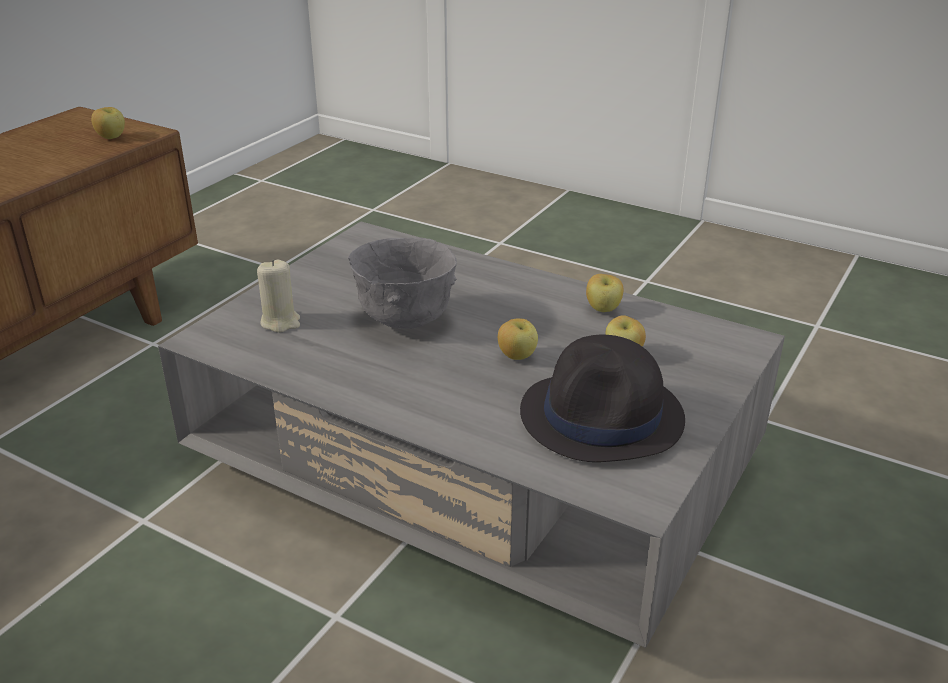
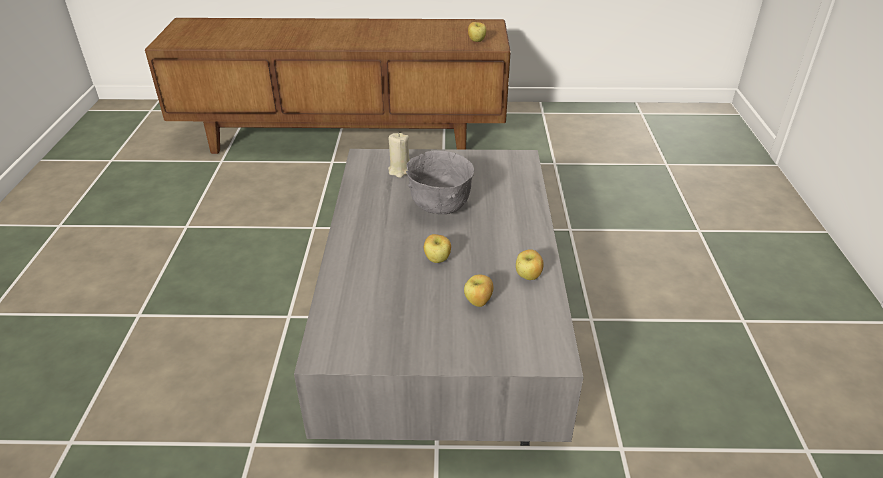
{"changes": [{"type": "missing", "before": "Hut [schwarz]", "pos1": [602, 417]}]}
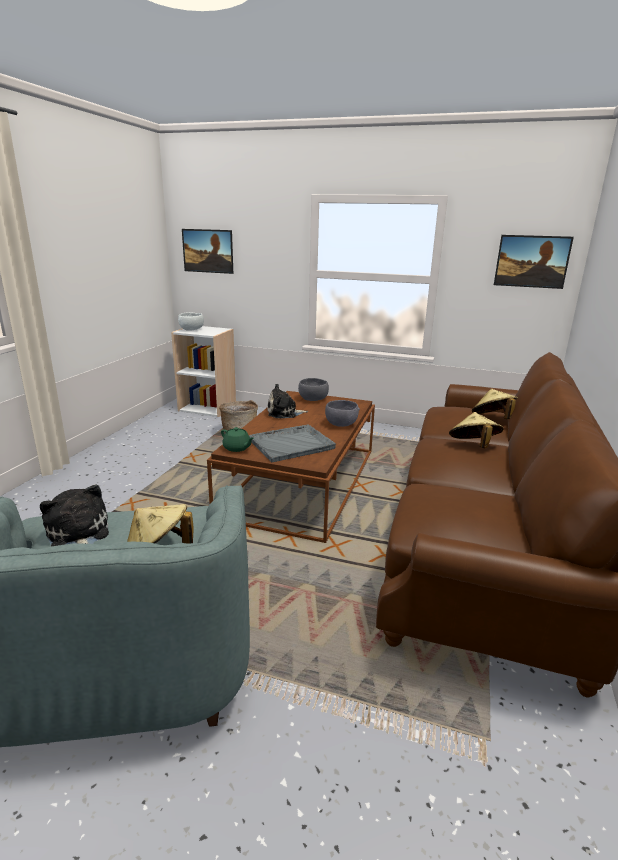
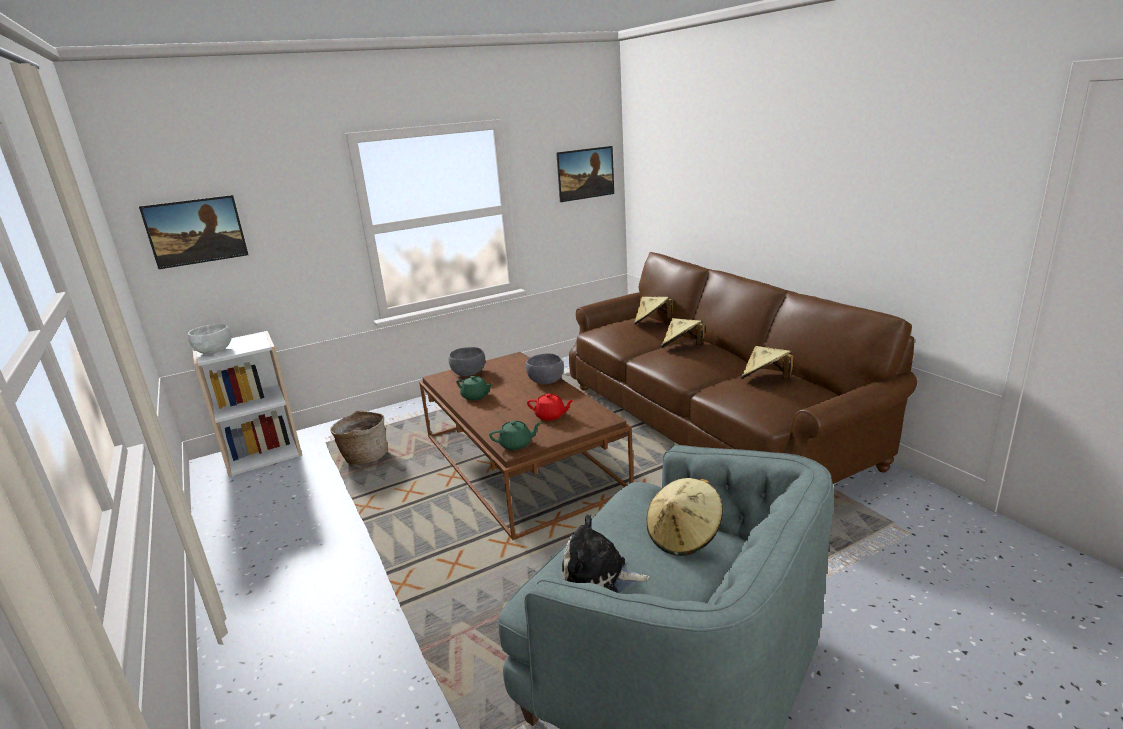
{"changes": [{"type": "exchanged", "before": "Plüschtier", "after": "Teekanne [grün]", "pos1": [284, 413], "pos2": [475, 396]}, {"type": "exchanged", "before": "Tablett [grau]", "after": "Teekanne [rot]", "pos1": [292, 444], "pos2": [550, 416]}, {"type": "appeared", "after": "Hut [beige]", "pos2": [765, 381]}]}
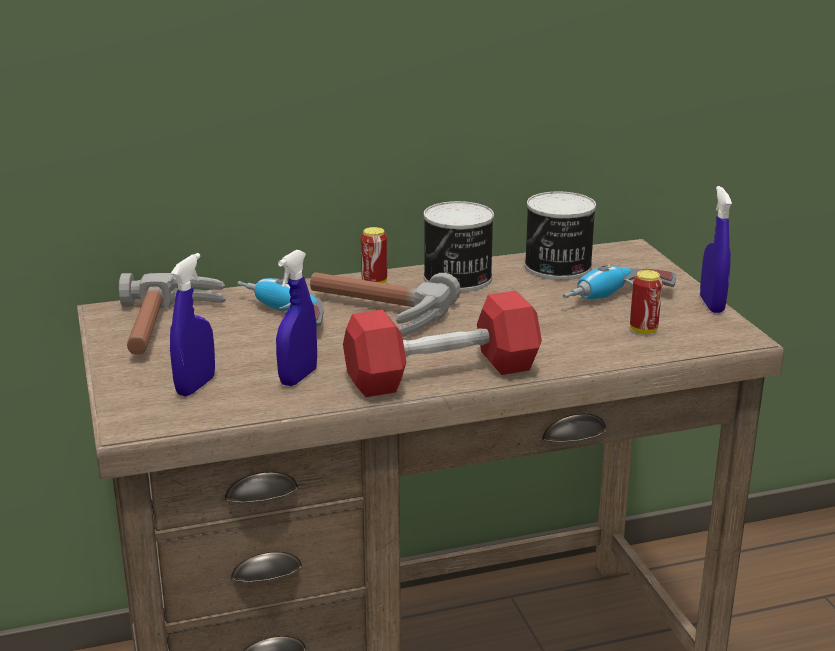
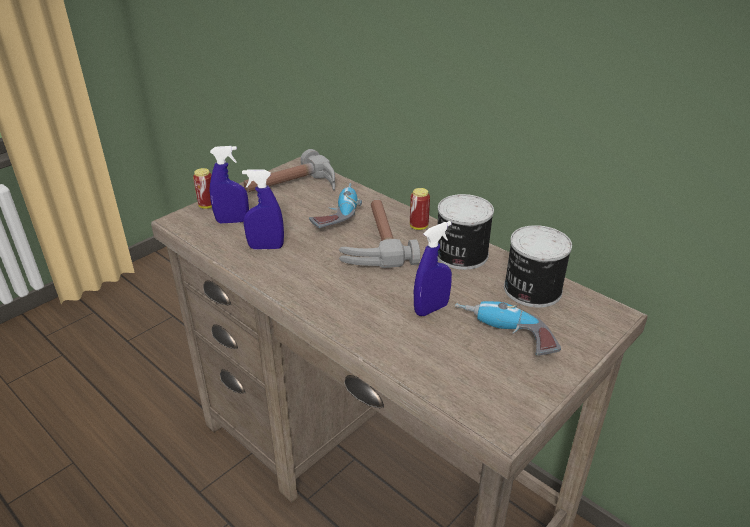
{"changes": [{"type": "relocated", "before": "Dose", "pos1": [643, 330], "pos2": [207, 205]}, {"type": "relocated", "before": "Sprühflasche [blau]", "pos1": [711, 304], "pos2": [431, 309]}, {"type": "missing", "before": "Hantel [rot]", "pos1": [442, 374]}]}
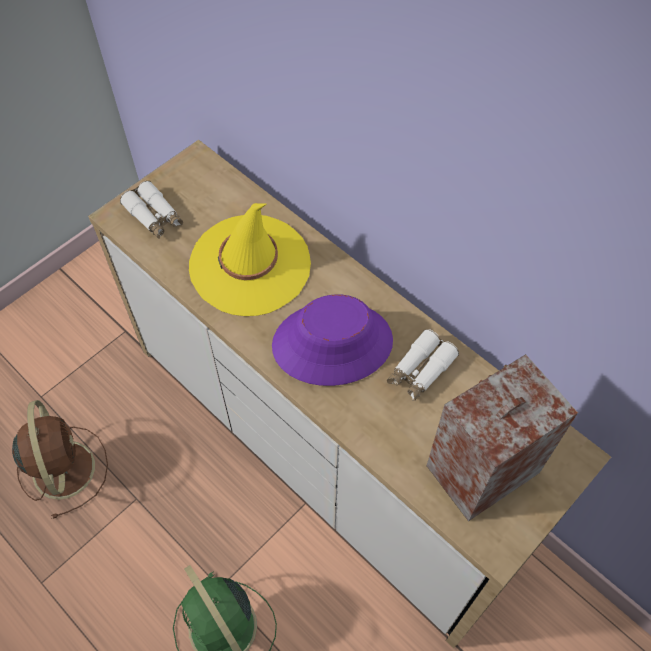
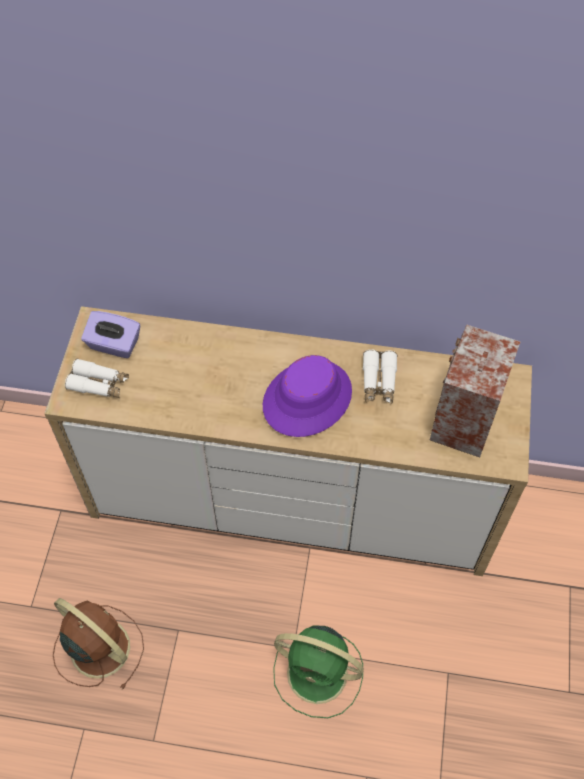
{"changes": [{"type": "appeared", "after": "Taschentuchbox [lila]", "pos2": [114, 345]}, {"type": "missing", "before": "Hut [gelb]", "pos1": [250, 265]}]}
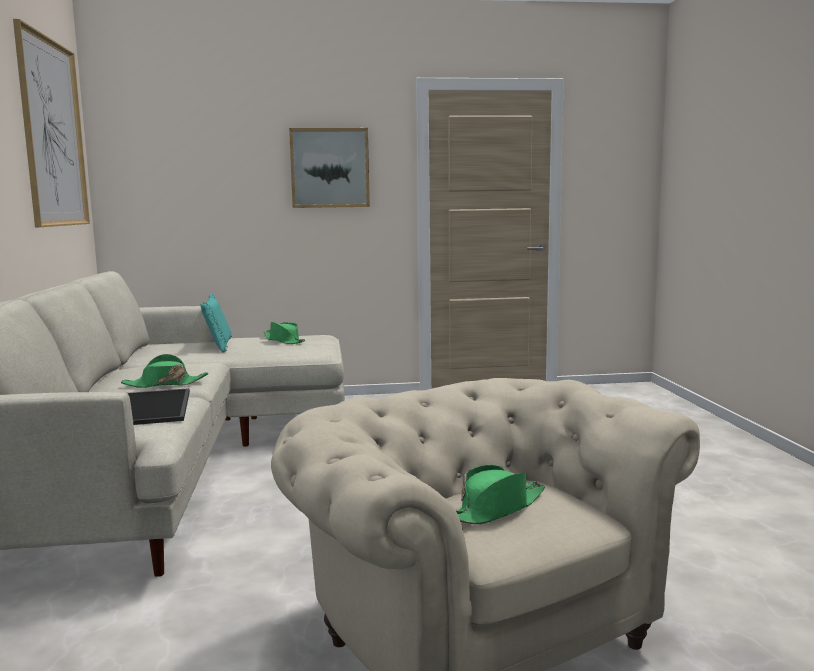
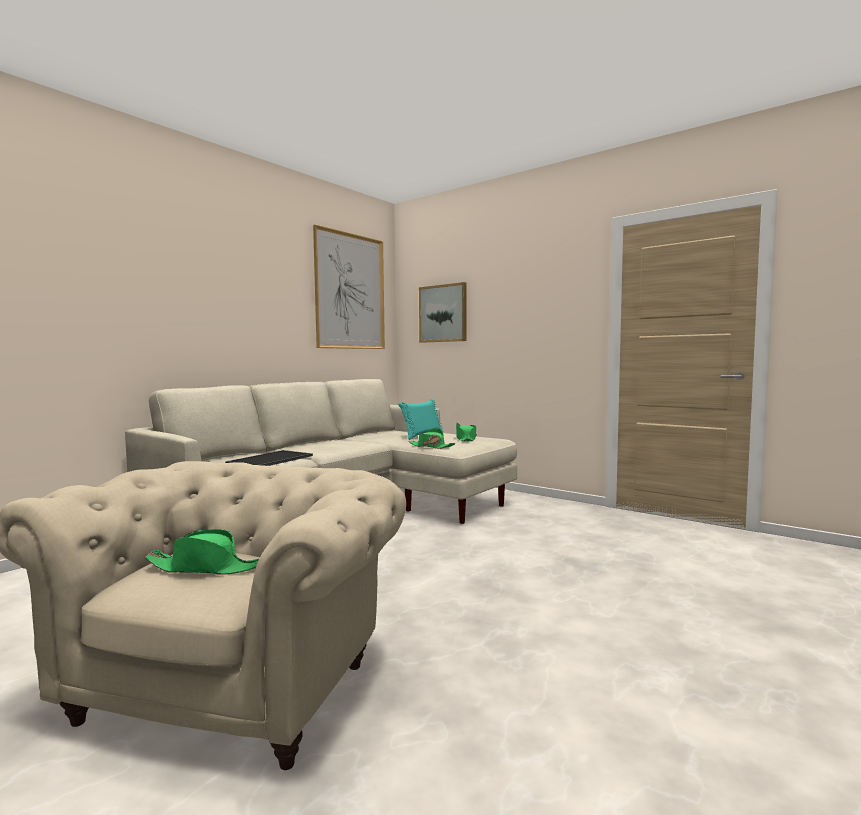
{"changes": [{"type": "relocated", "before": "Hut [grün]", "pos1": [165, 384], "pos2": [431, 447]}, {"type": "relocated", "before": "Bild", "pos1": [330, 168], "pos2": [443, 313]}]}
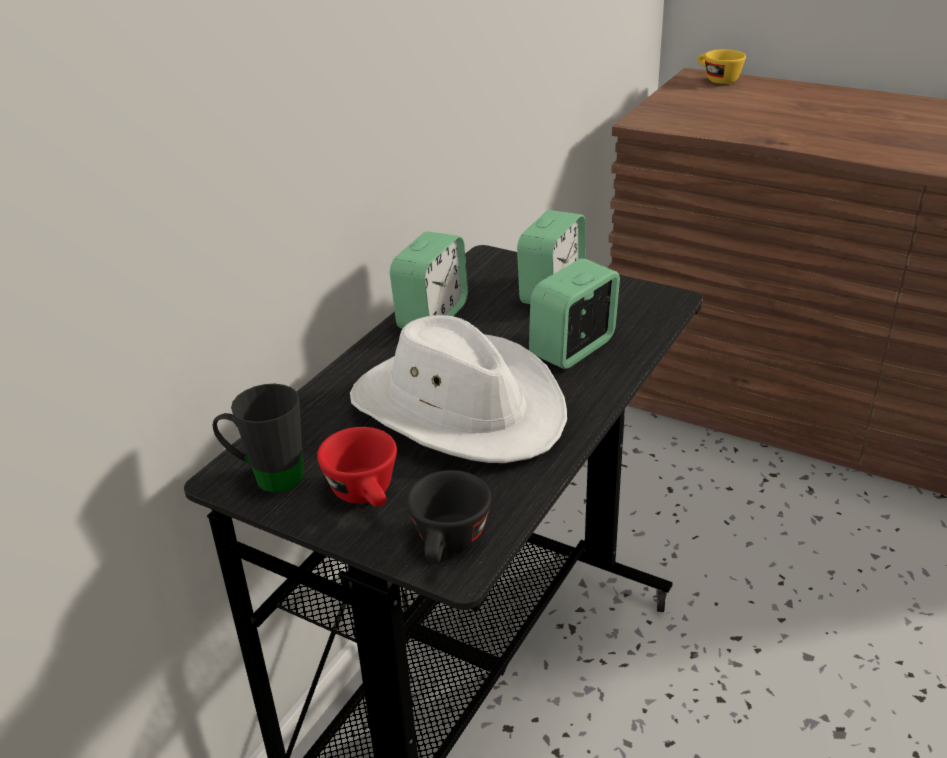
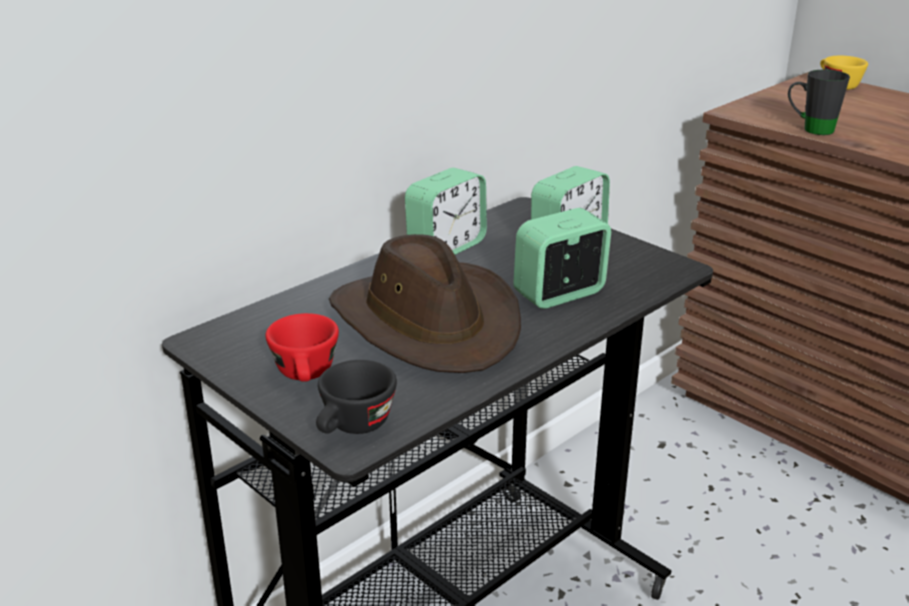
{"changes": [{"type": "colour", "before": "Hut [weiß]", "after": "Hut [braun]", "pos1": [460, 407], "pos2": [428, 322]}, {"type": "relocated", "before": "Henkelbecher [schwarz]", "pos1": [267, 477], "pos2": [810, 129]}]}
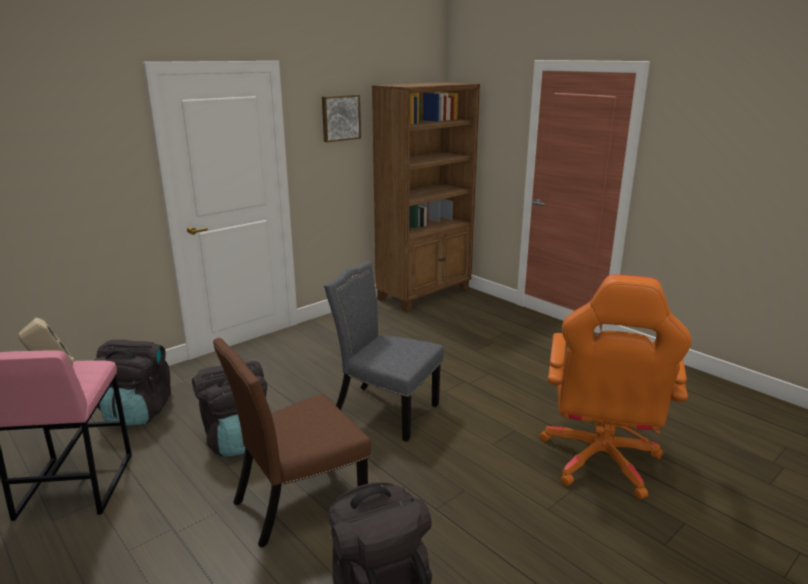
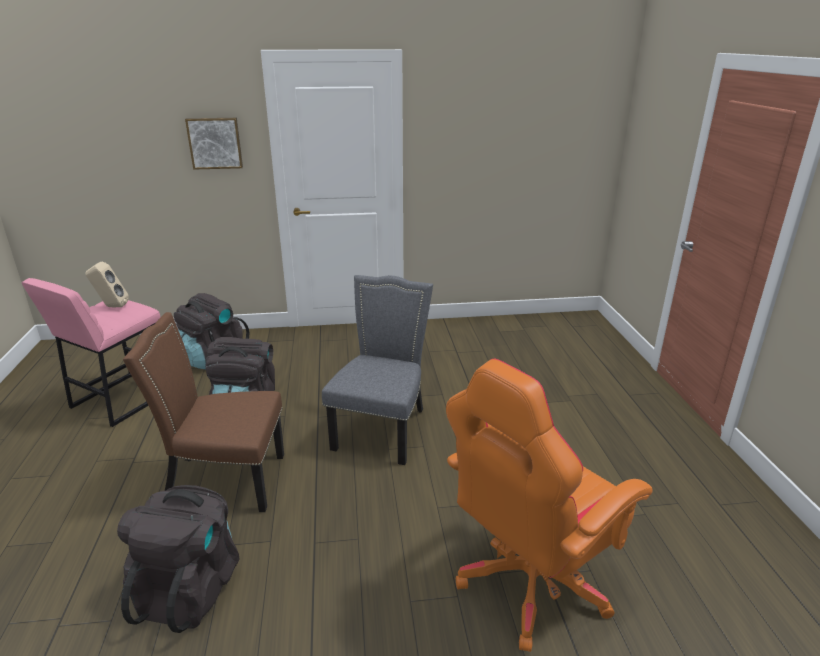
{"changes": [{"type": "relocated", "before": "Bild", "pos1": [340, 118], "pos2": [215, 143]}, {"type": "spun", "before": "Stuhl [grau]", "pos1": [387, 411], "pos2": [381, 431], "turn": 45}, {"type": "missing", "before": "Bücherregal [braun]", "pos1": [425, 294]}]}
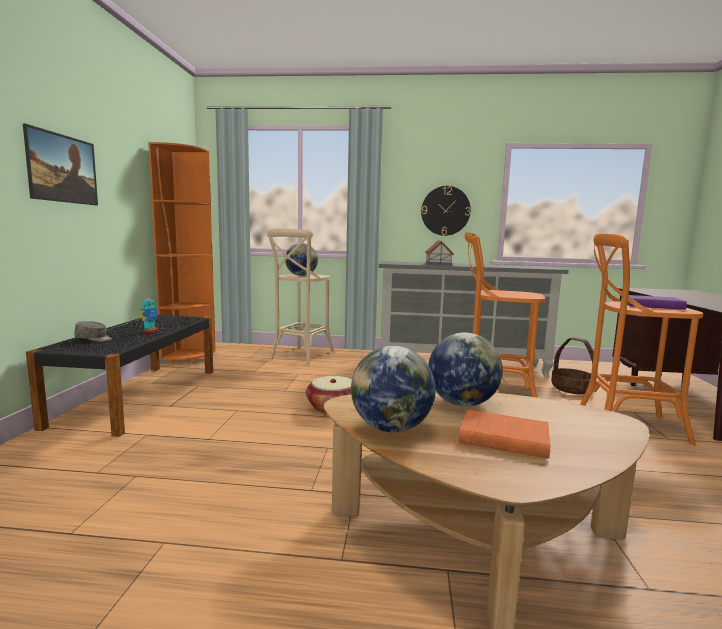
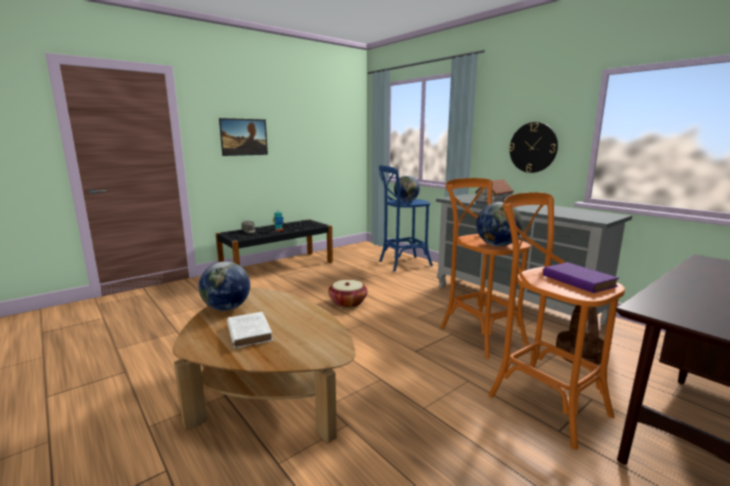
{"changes": [{"type": "colour", "before": "Buch [orange]", "after": "Buch [weiß]", "pos1": [501, 438], "pos2": [249, 332]}, {"type": "colour", "before": "Hocker [beige]", "after": "Hocker [blau]", "pos1": [301, 356], "pos2": [402, 264]}, {"type": "relocated", "before": "Globus", "pos1": [462, 403], "pos2": [497, 245]}, {"type": "missing", "before": "Bücherregal [orange]", "pos1": [188, 360]}]}
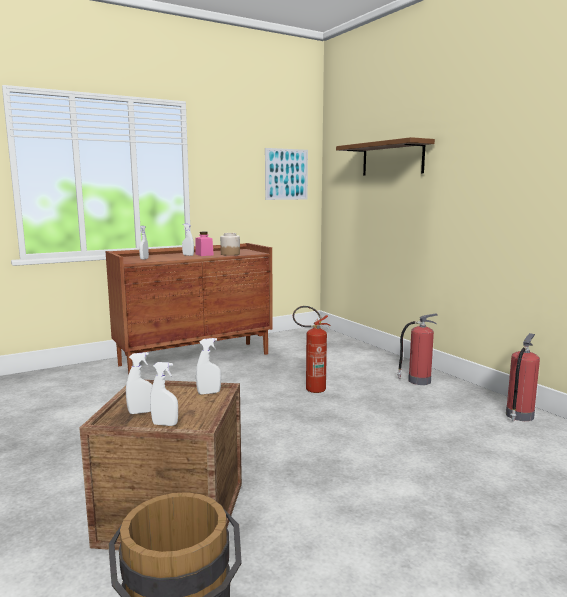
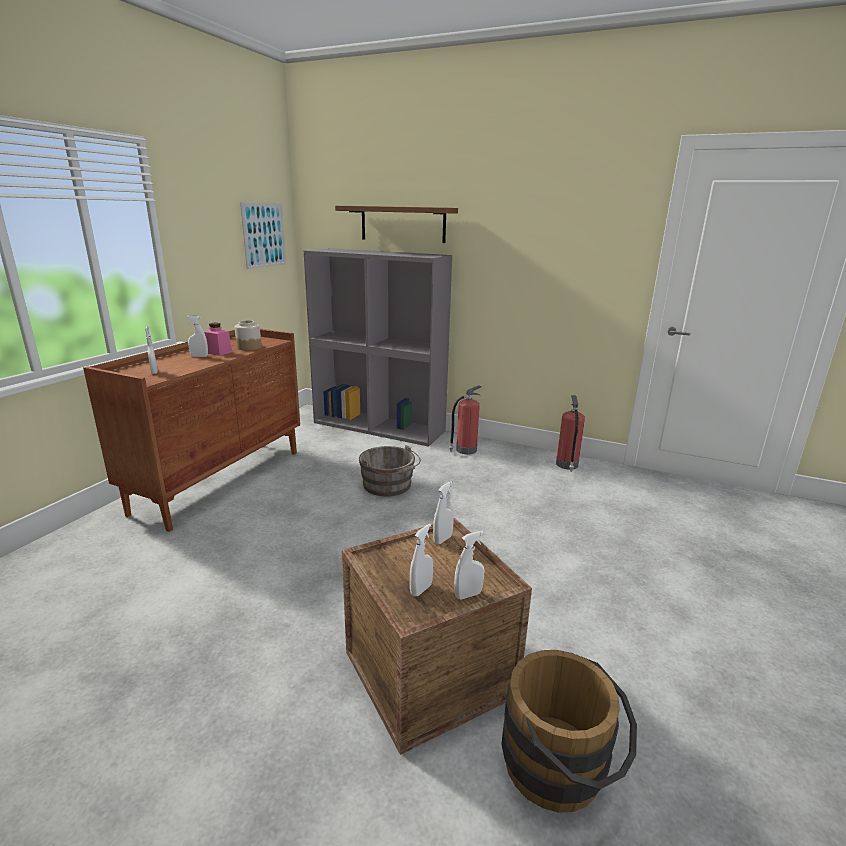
{"changes": [{"type": "appeared", "after": "Bücherregal [grau]", "pos2": [380, 427]}, {"type": "exchanged", "before": "Feuerlöscher", "after": "Eimer [grau]", "pos1": [310, 390], "pos2": [389, 486]}]}
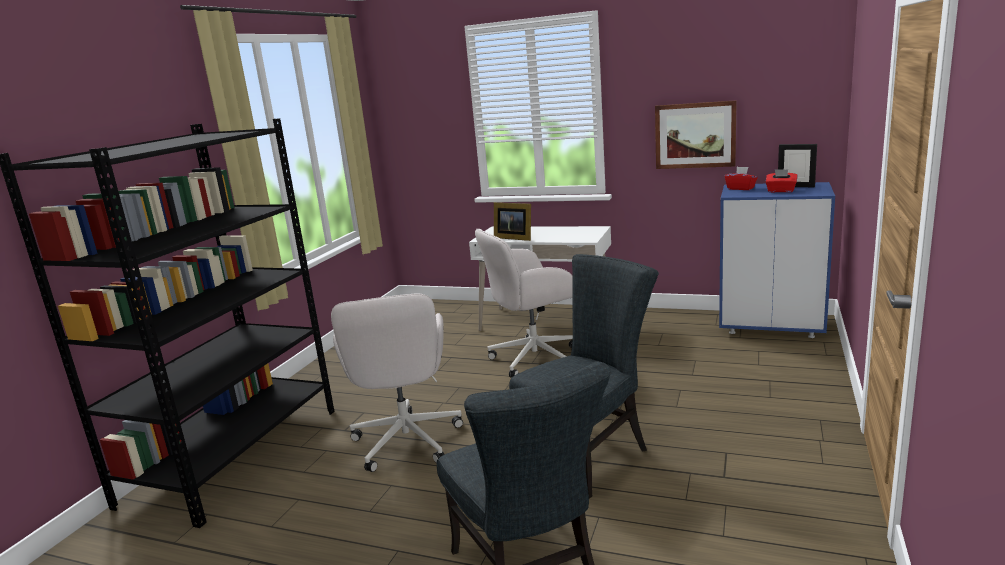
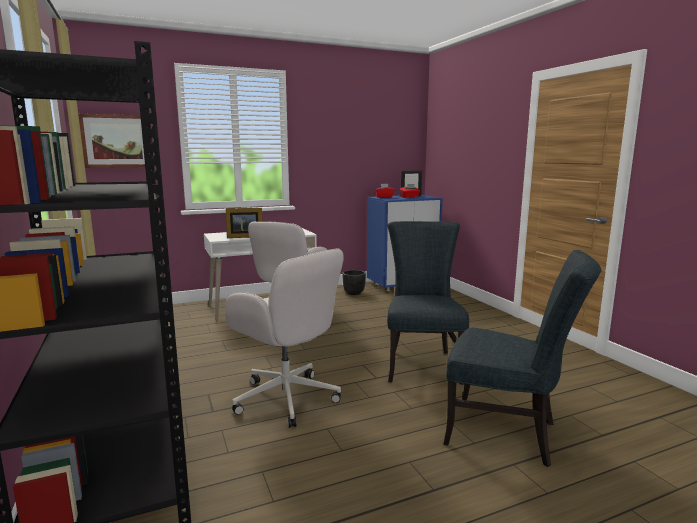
{"changes": [{"type": "relocated", "before": "Bild", "pos1": [695, 135], "pos2": [117, 141]}, {"type": "appeared", "after": "Pflanzkübel [schwarz]", "pos2": [354, 293]}]}
